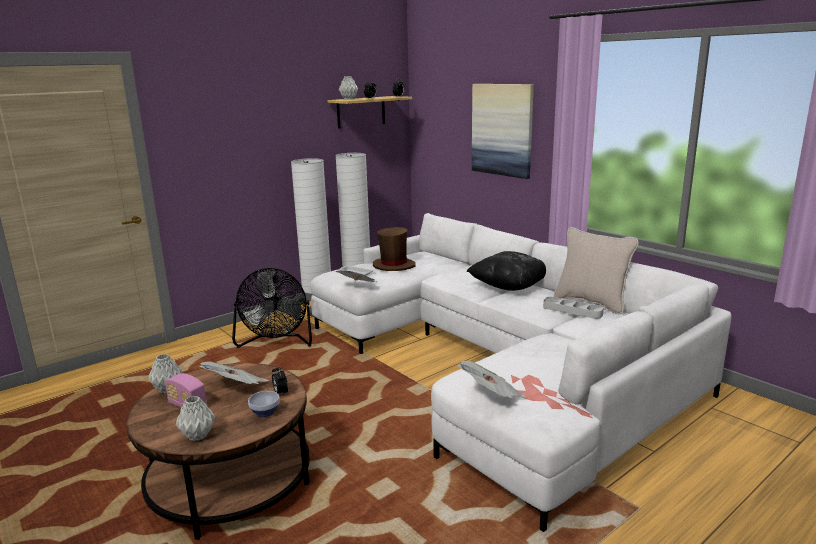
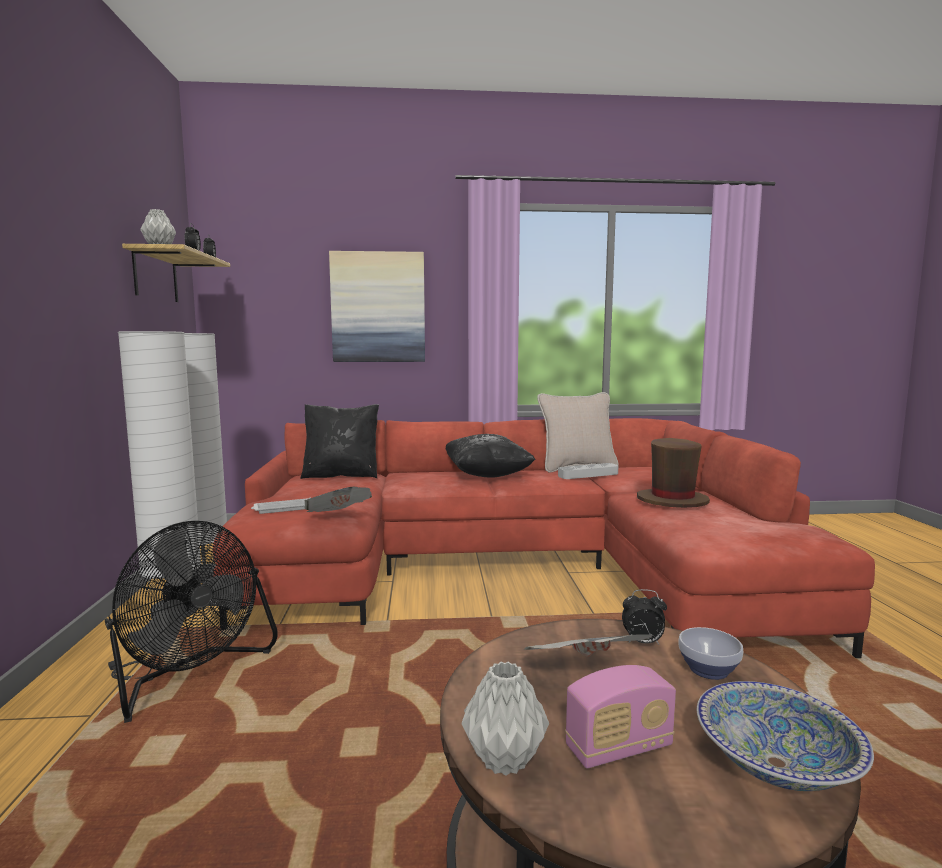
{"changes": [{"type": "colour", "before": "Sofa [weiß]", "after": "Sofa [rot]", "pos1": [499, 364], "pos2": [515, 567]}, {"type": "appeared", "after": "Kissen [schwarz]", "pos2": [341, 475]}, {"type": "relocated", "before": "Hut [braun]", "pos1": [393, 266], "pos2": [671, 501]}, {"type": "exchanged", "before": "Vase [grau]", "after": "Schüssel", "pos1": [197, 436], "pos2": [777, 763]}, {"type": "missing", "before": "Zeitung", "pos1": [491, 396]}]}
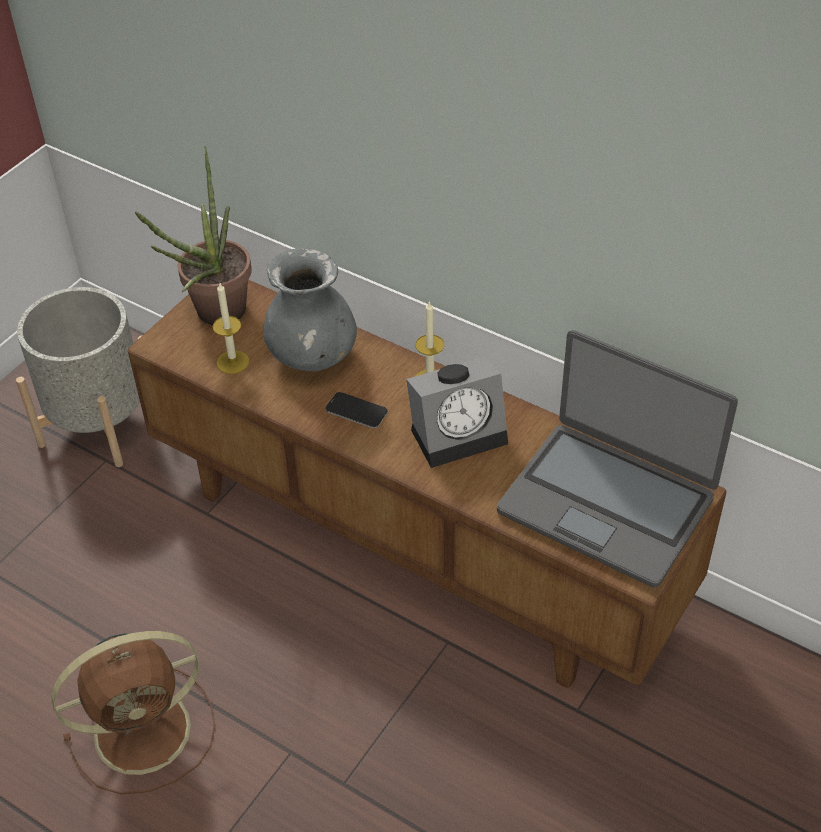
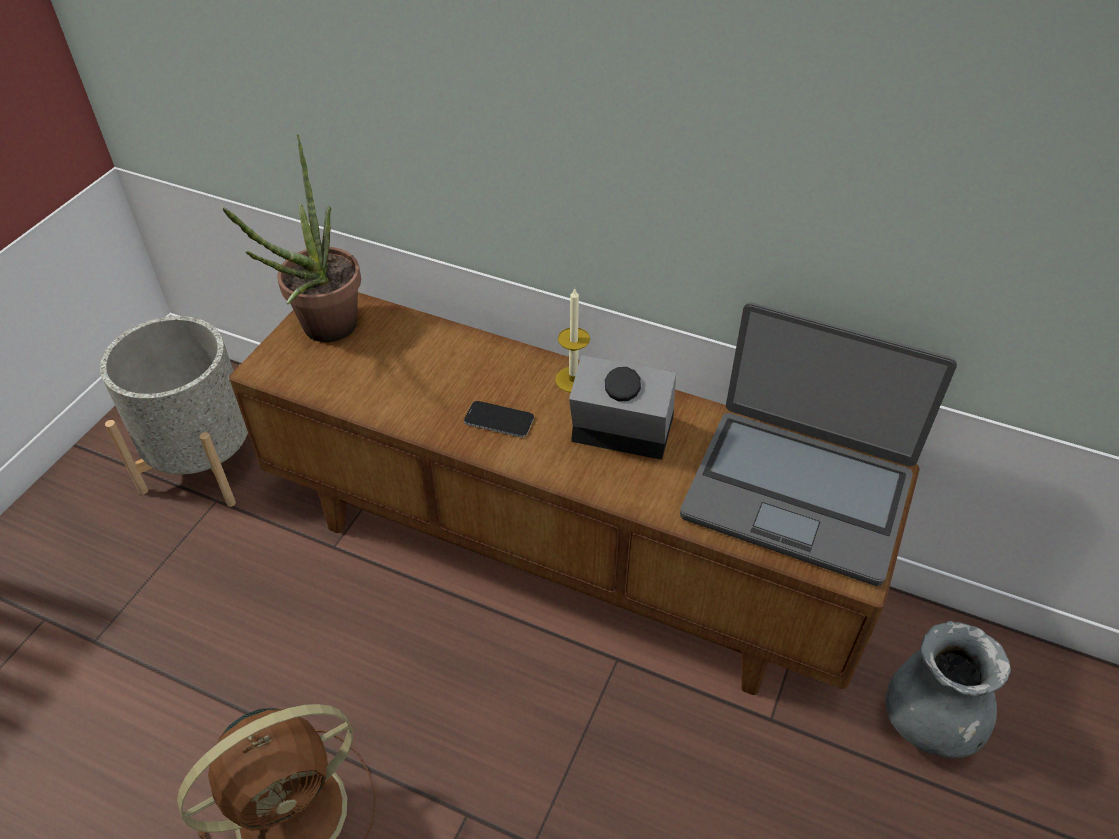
{"changes": [{"type": "spun", "before": "Wecker", "pos1": [460, 432], "pos2": [618, 432], "turn": -135}, {"type": "relocated", "before": "Vase [grau]", "pos1": [313, 355], "pos2": [929, 721]}, {"type": "missing", "before": "Kerze", "pos1": [232, 362]}]}
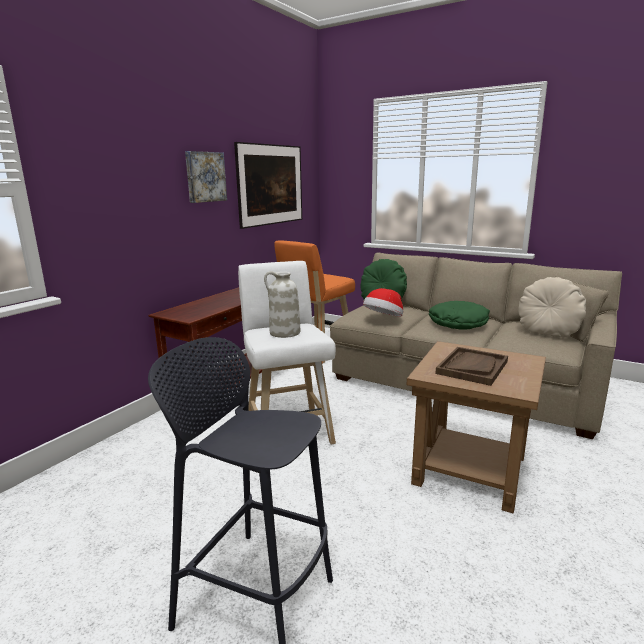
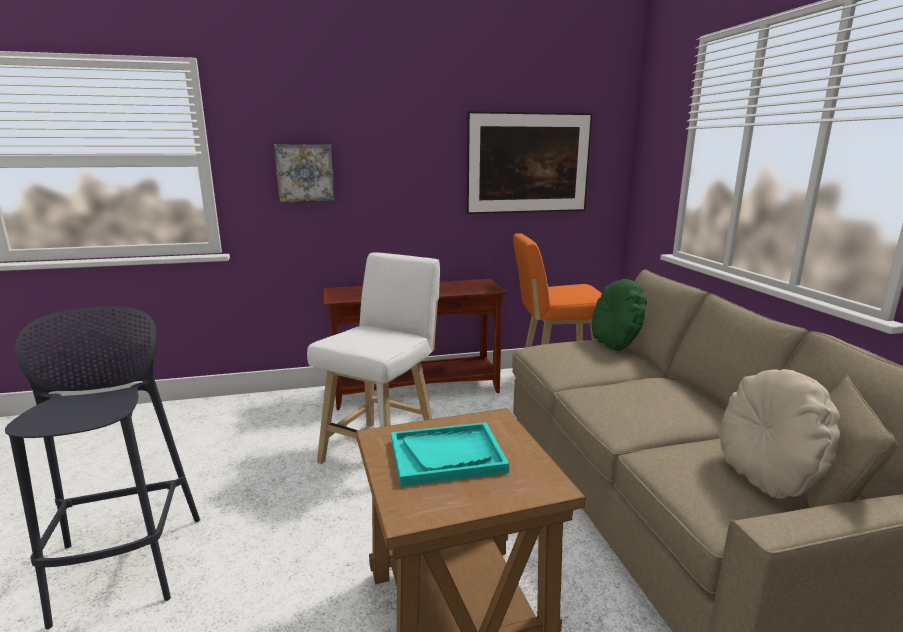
{"changes": [{"type": "relocated", "before": "Bild", "pos1": [205, 177], "pos2": [305, 172]}, {"type": "colour", "before": "Tablett [braun]", "after": "Tablett [türkis]", "pos1": [472, 367], "pos2": [447, 456]}, {"type": "missing", "before": "Vase [weiß]", "pos1": [284, 333]}, {"type": "missing", "before": "Hut", "pos1": [384, 319]}, {"type": "missing", "before": "Kissen [grün]", "pos1": [458, 324]}]}
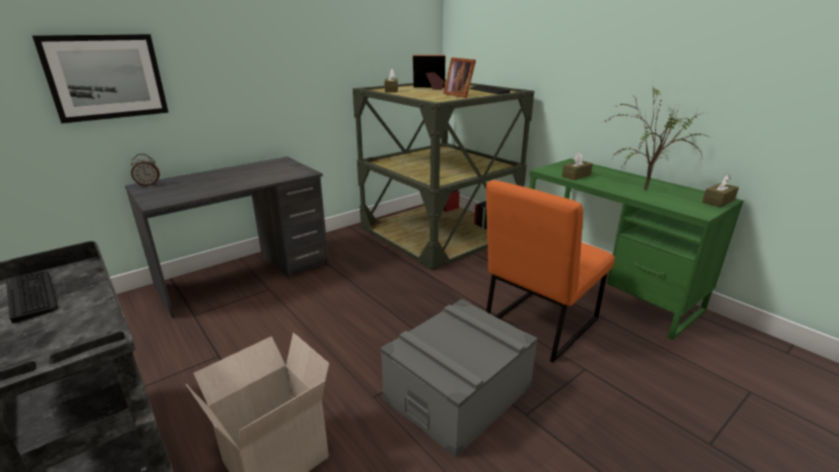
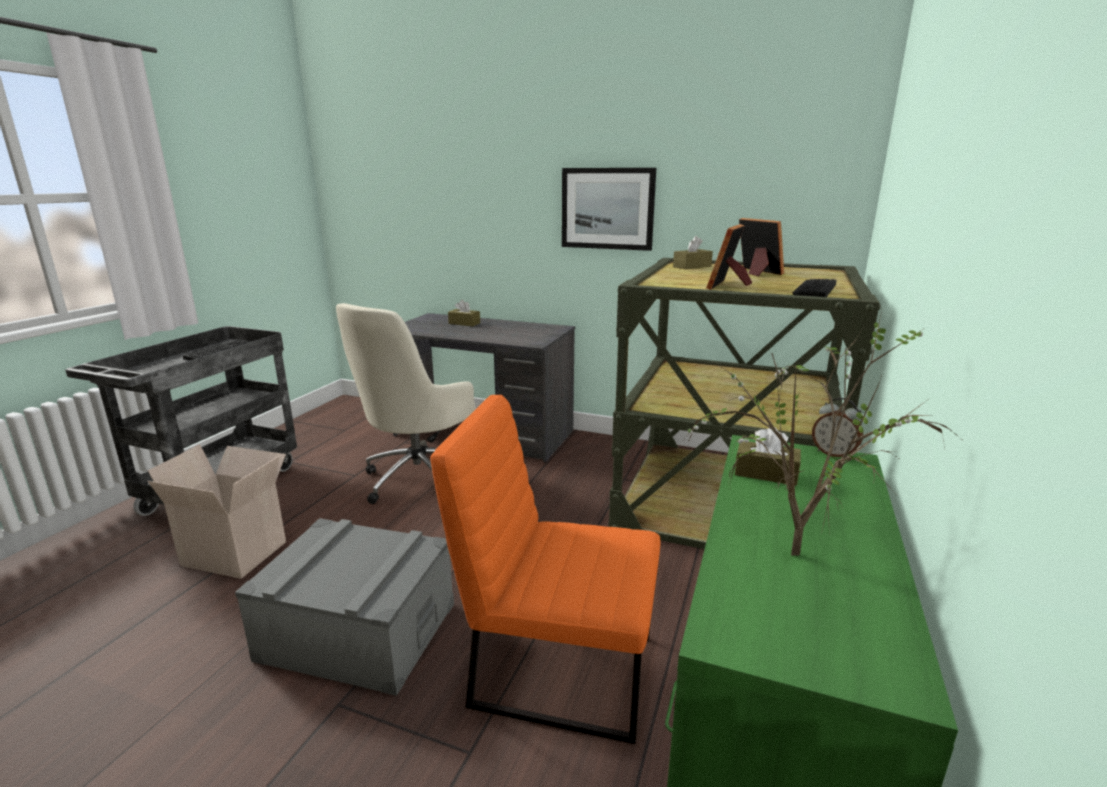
{"changes": [{"type": "appeared", "after": "Bürostuhl [beige]", "pos2": [418, 478]}, {"type": "relocated", "before": "Taschentuchbox [braun]", "pos1": [718, 201], "pos2": [464, 323]}, {"type": "relocated", "before": "Bild", "pos1": [106, 77], "pos2": [607, 208]}, {"type": "relocated", "before": "Wecker", "pos1": [148, 184], "pos2": [833, 454]}]}
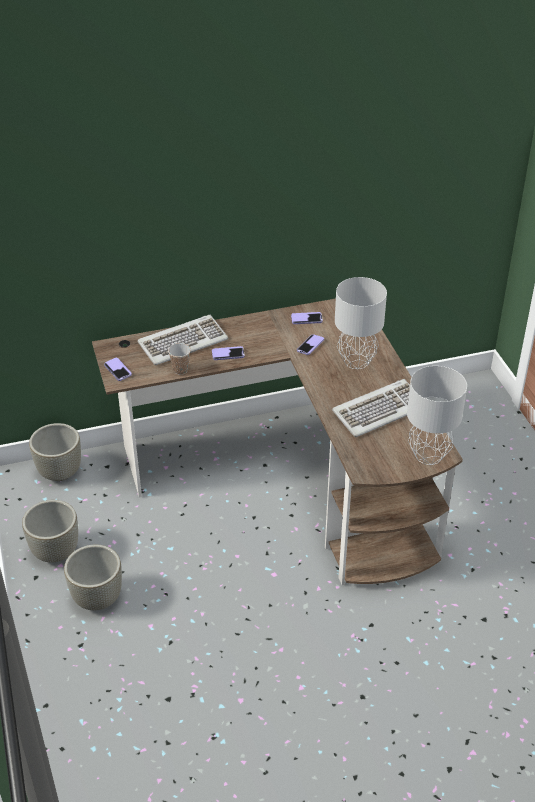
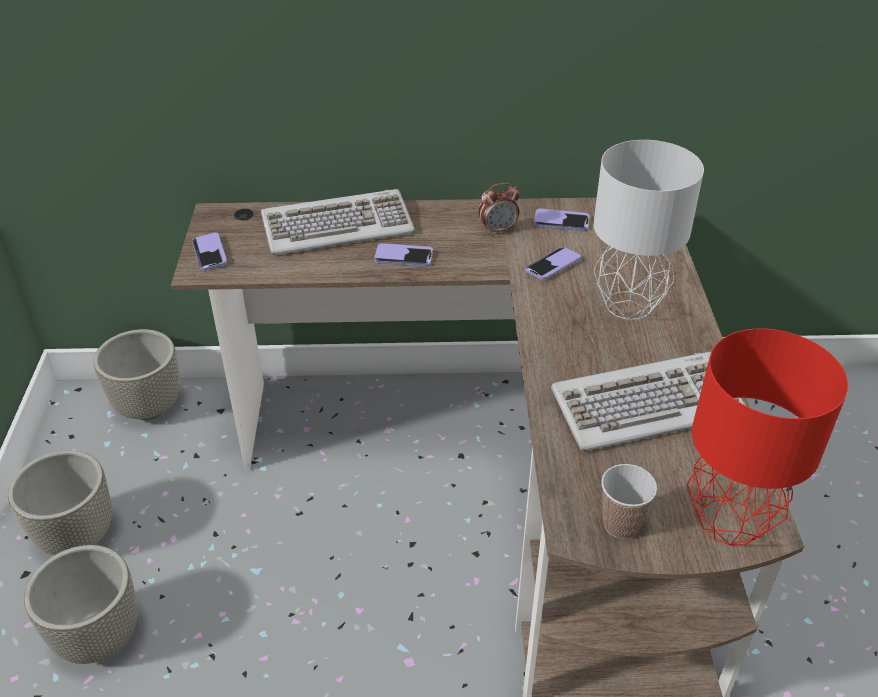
{"changes": [{"type": "appeared", "after": "Wecker", "pos2": [498, 230]}, {"type": "relocated", "before": "Tasse", "pos1": [180, 370], "pos2": [621, 524]}, {"type": "colour", "before": "Tischlampe [grau]", "after": "Tischlampe [rot]", "pos1": [428, 455], "pos2": [727, 520]}]}
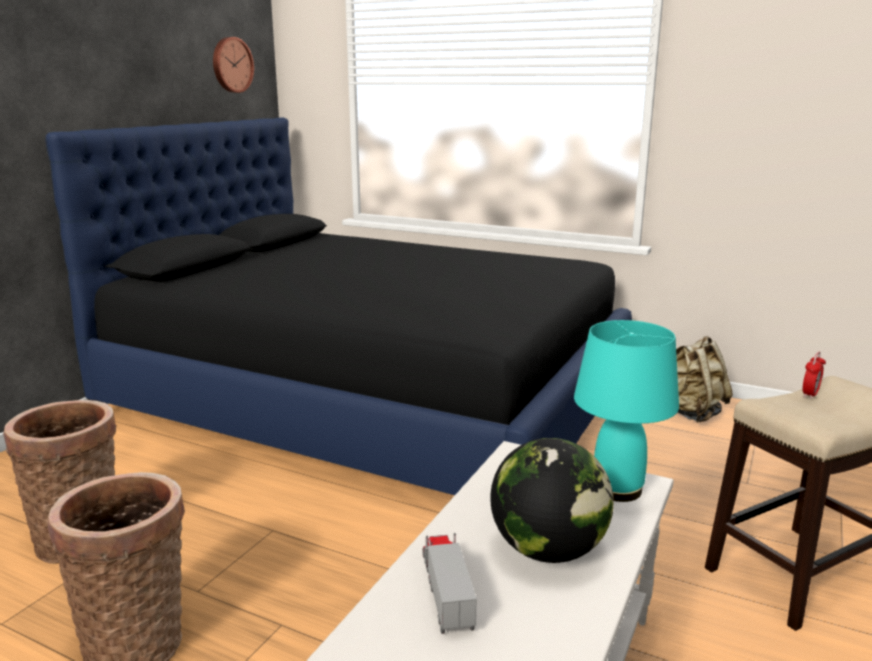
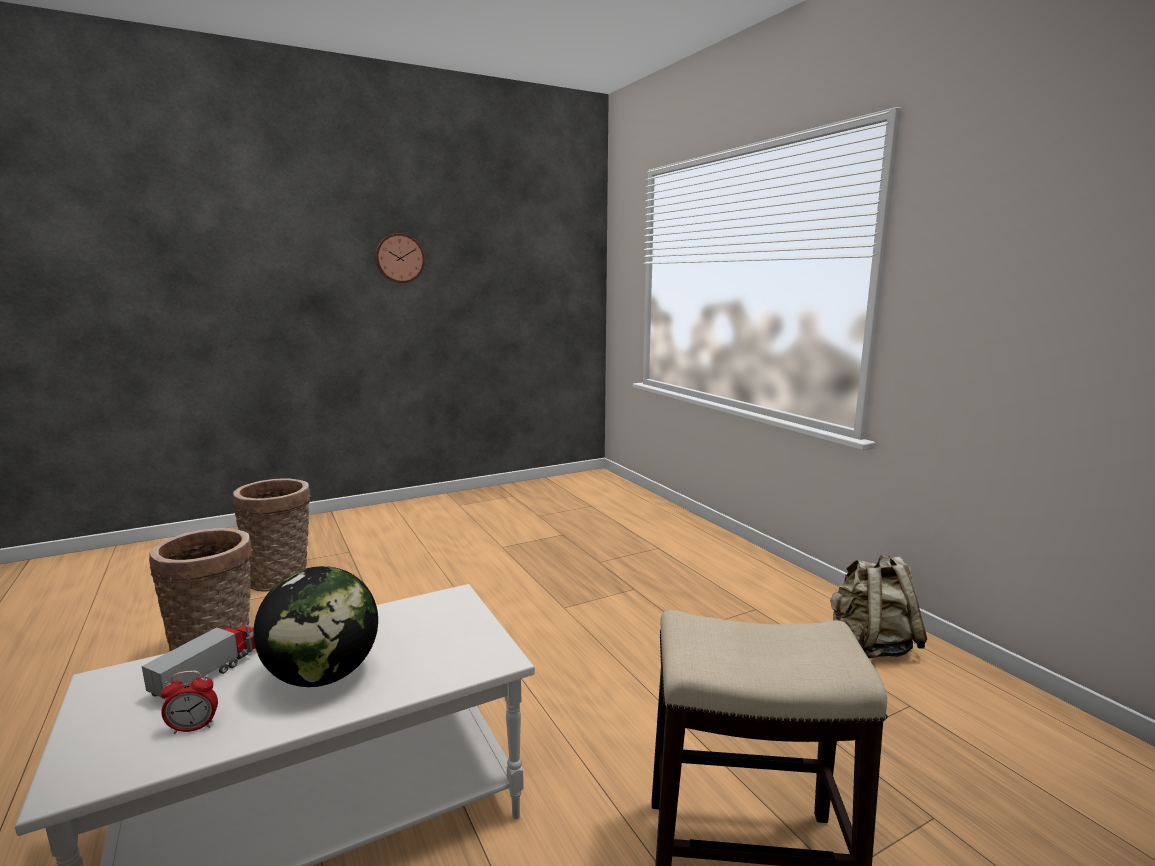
{"changes": [{"type": "relocated", "before": "Wecker", "pos1": [810, 394], "pos2": [193, 727]}, {"type": "relocated", "before": "Wanduhr", "pos1": [231, 65], "pos2": [399, 258]}, {"type": "missing", "before": "Bett [schwarz]", "pos1": [369, 401]}, {"type": "missing", "before": "Tischlampe [türkis]", "pos1": [618, 489]}]}
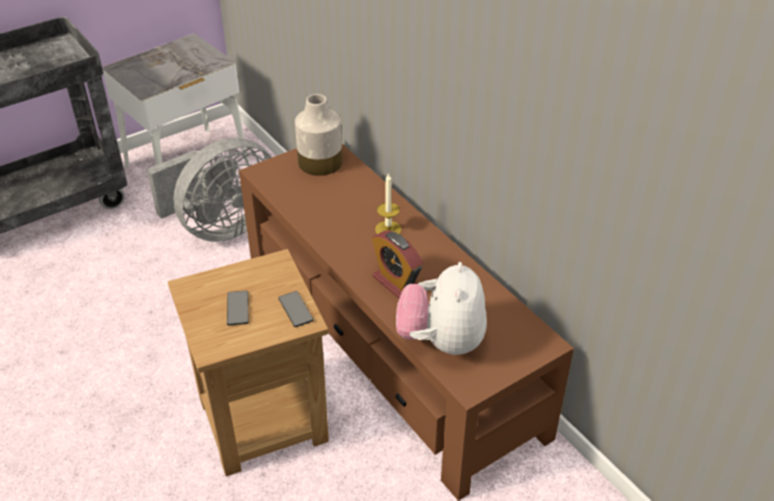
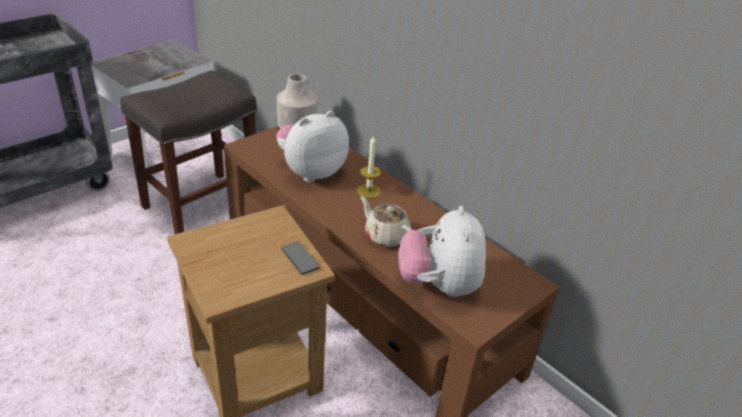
{"changes": [{"type": "exchanged", "before": "Ventilator [grau]", "after": "Hocker [grau]", "pos1": [222, 227], "pos2": [202, 204]}, {"type": "appeared", "after": "Plüschtier", "pos2": [311, 172]}, {"type": "exchanged", "before": "Wecker", "after": "Teekanne [beige]", "pos1": [396, 283], "pos2": [386, 236]}, {"type": "missing", "before": "Handy", "pos1": [238, 308]}]}
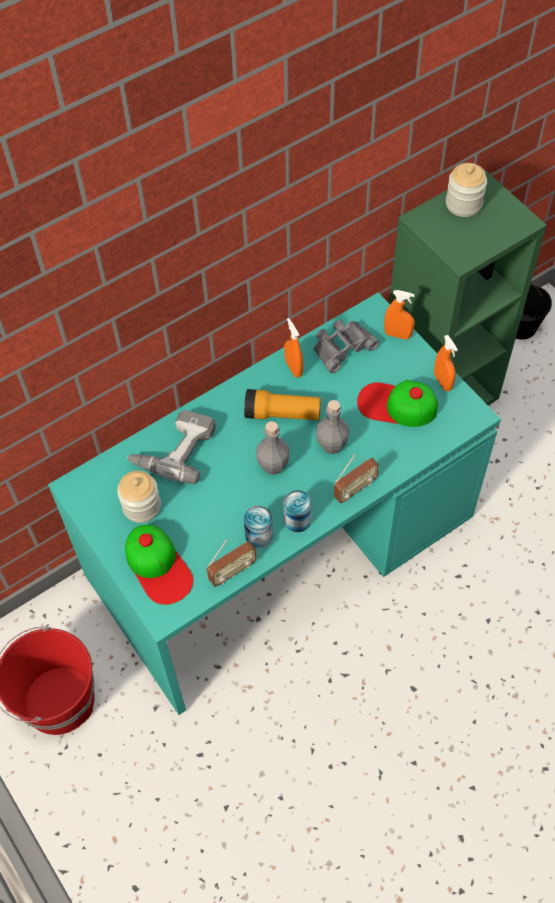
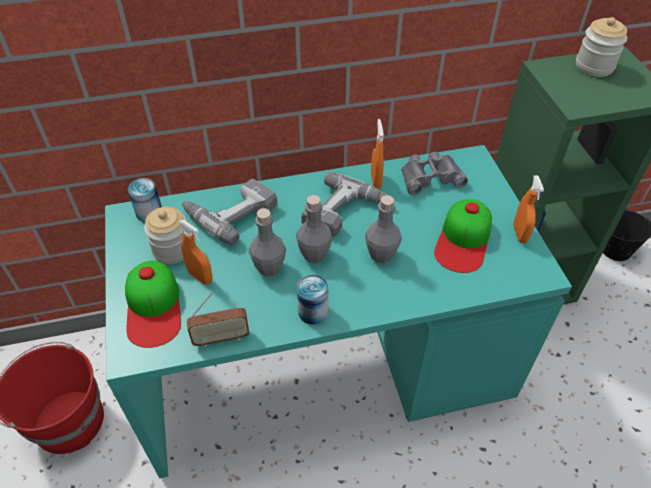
{"changes": [{"type": "relocated", "before": "Dose", "pos1": [258, 535], "pos2": [149, 212]}, {"type": "relocated", "before": "Sprühflasche [orange]", "pos1": [397, 335], "pos2": [200, 277]}, {"type": "appeared", "after": "Flasche [grau]", "pos2": [269, 268]}, {"type": "exchanged", "before": "Taschenlampe", "after": "Bohrmaschine", "pos1": [282, 414], "pos2": [346, 214]}, {"type": "spun", "before": "Kappe", "pos1": [397, 405], "pos2": [463, 240], "turn": -105}, {"type": "missing", "before": "Radio", "pos1": [355, 489]}]}
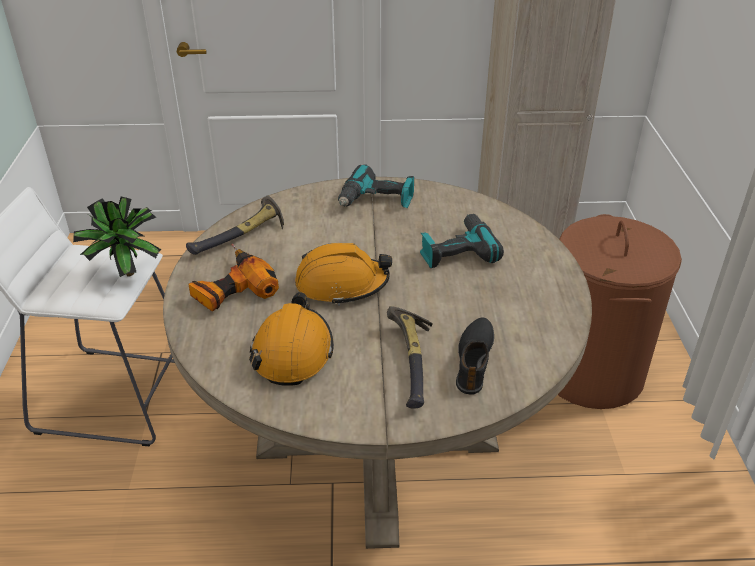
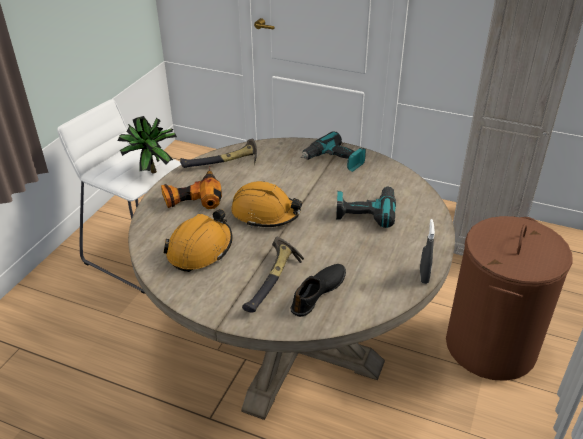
{"changes": [{"type": "appeared", "after": "Sprühflasche [grau]", "pos2": [424, 276]}]}
